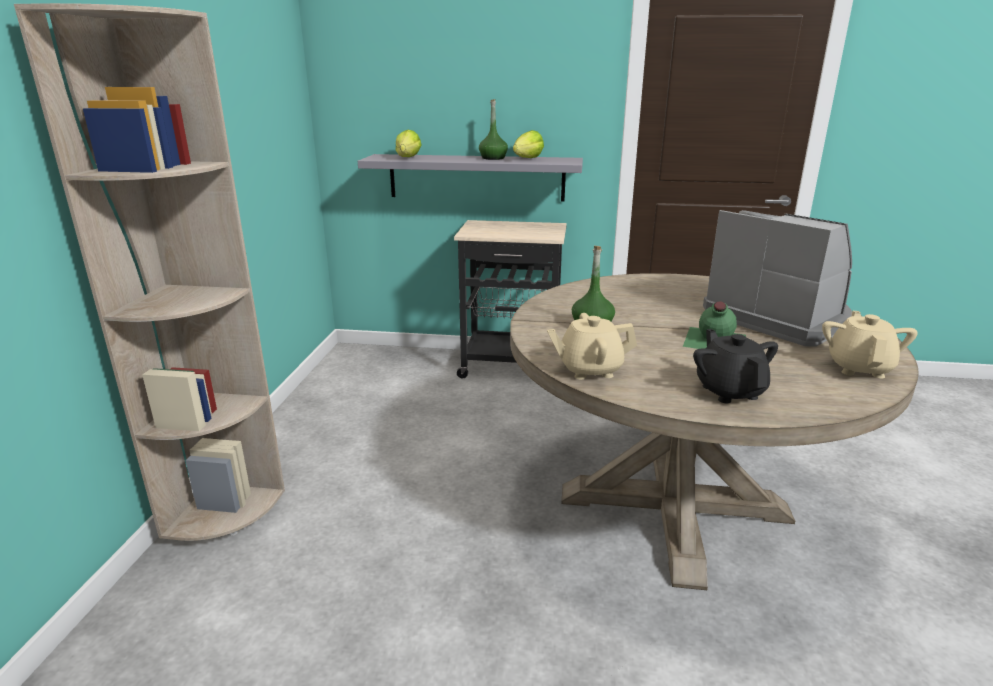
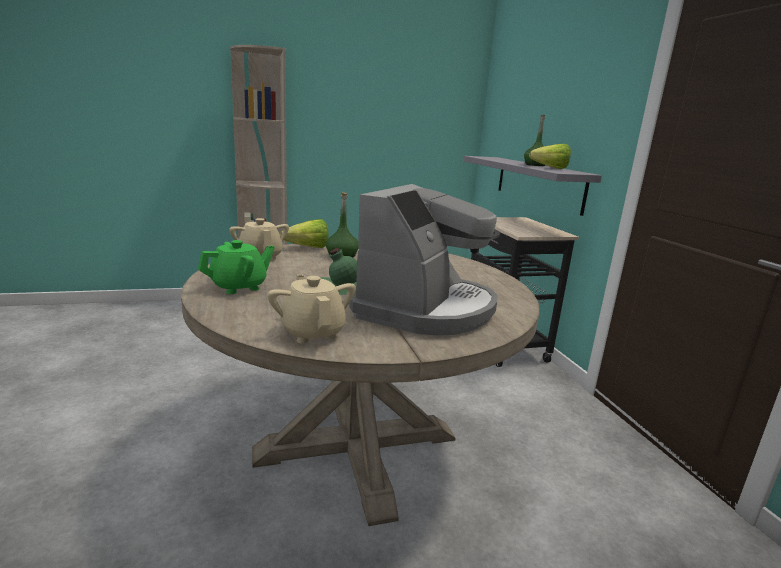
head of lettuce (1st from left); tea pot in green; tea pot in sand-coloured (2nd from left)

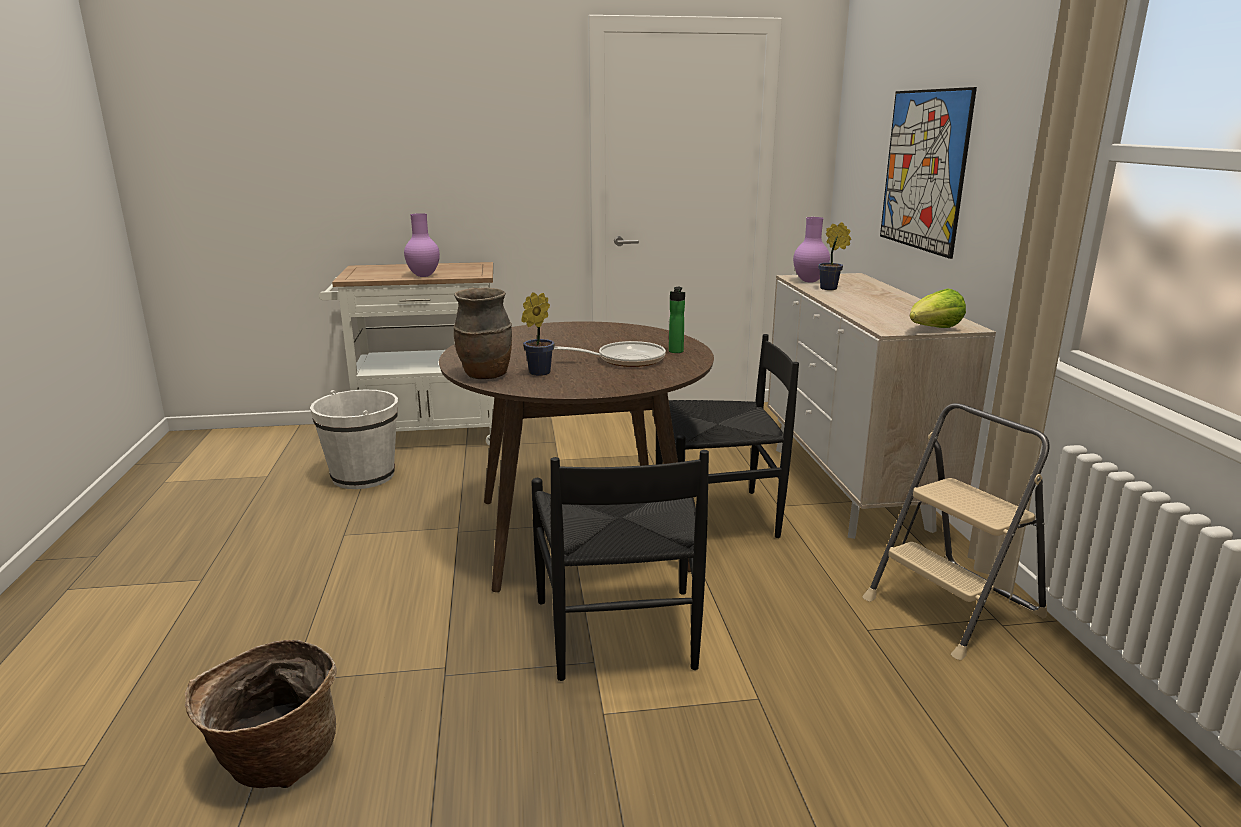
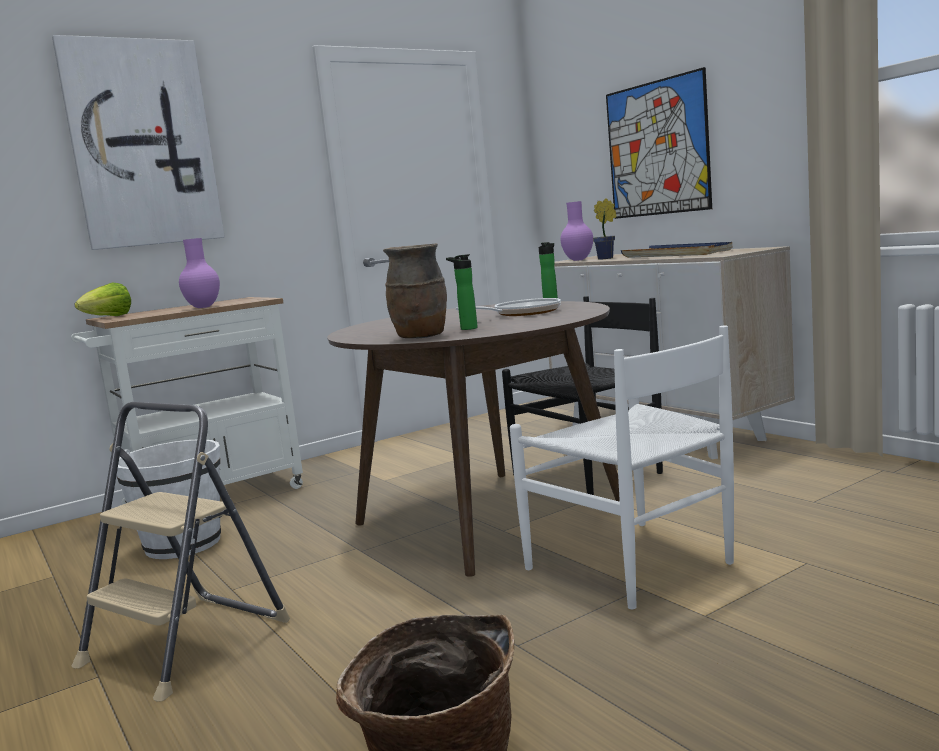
picture (1st from left); tray in bluish; step stool in sand-coloured; head of lettuce; bottle (1st from left); upright chair in white

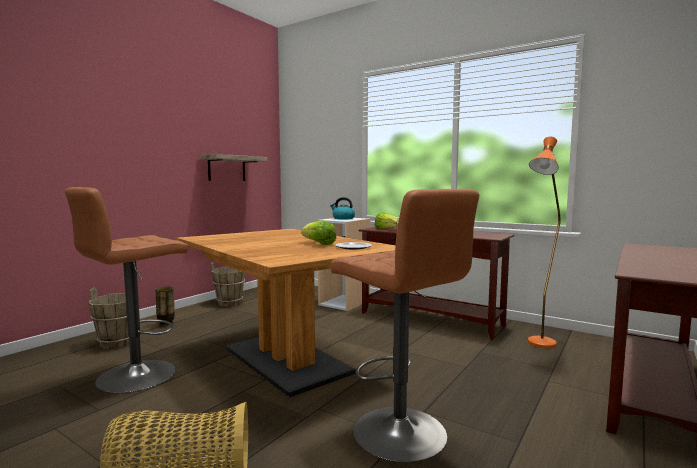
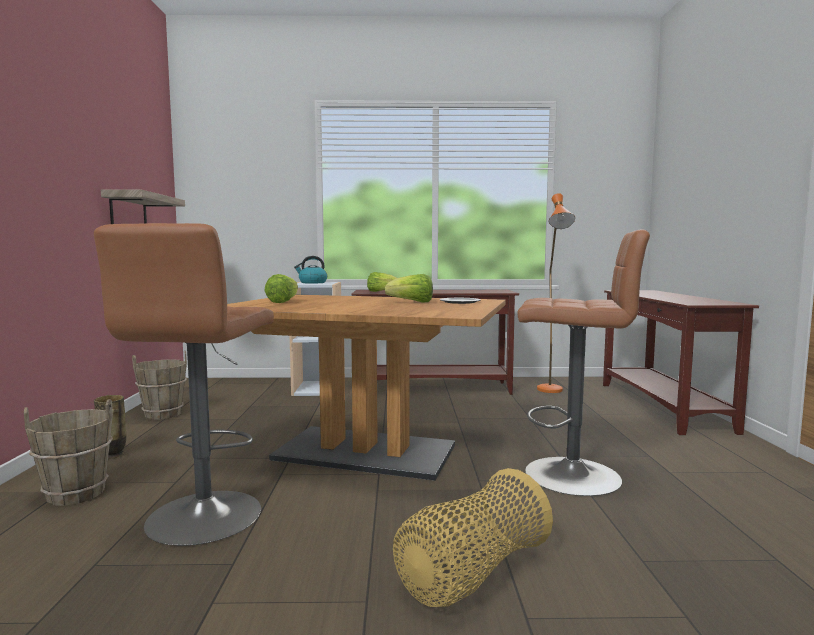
head of lettuce (1st from left)

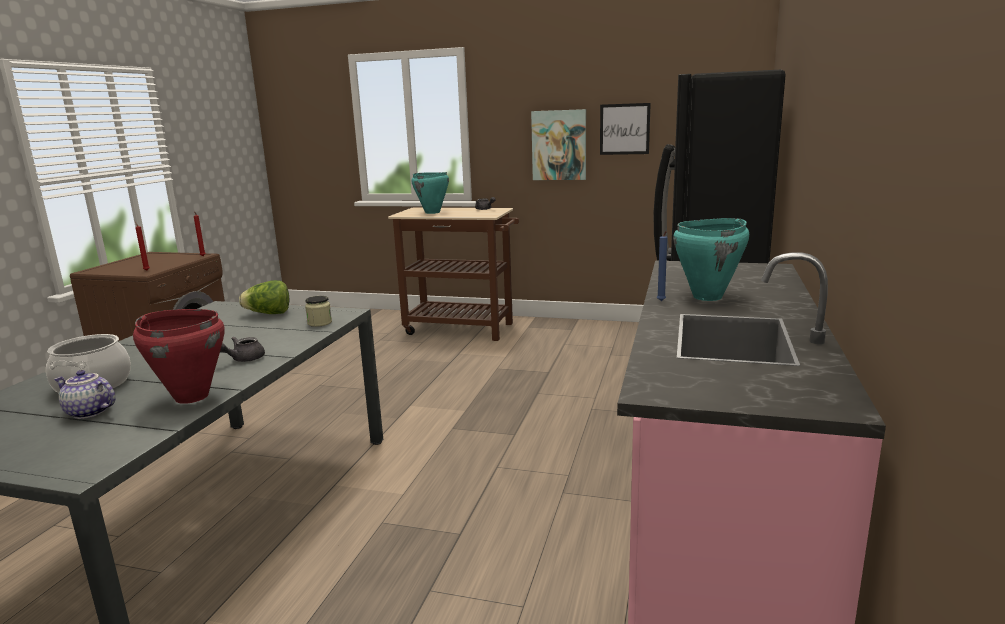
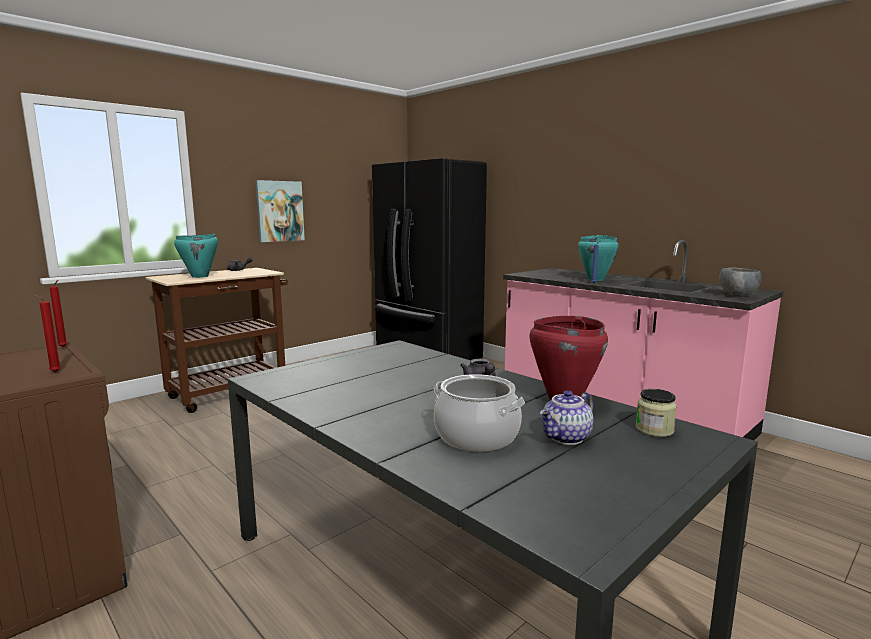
head of lettuce; picture (2nd from left in the first image); bowl in greyish; jar

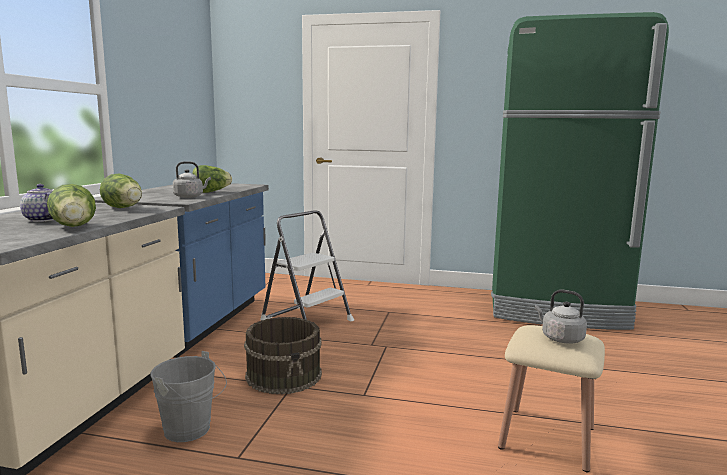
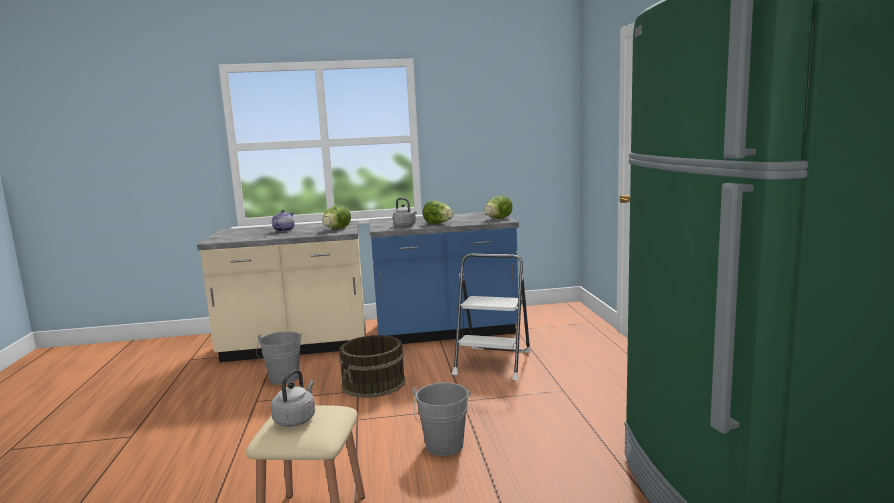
water bucket in greyish (2nd from left); head of lettuce (3rd from left)

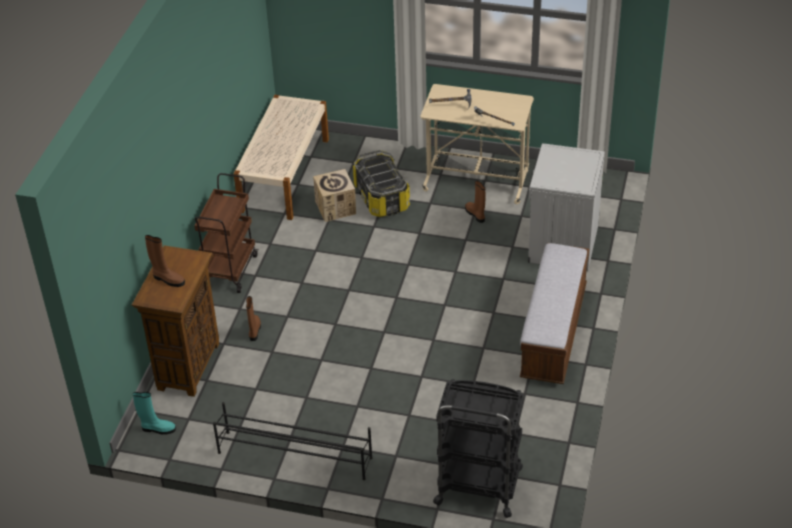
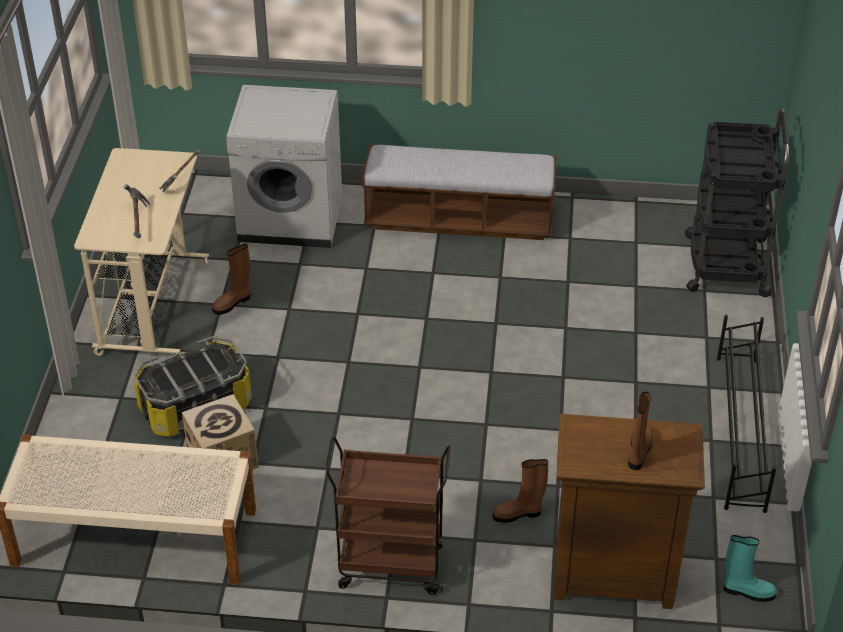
tall boot in blue-green

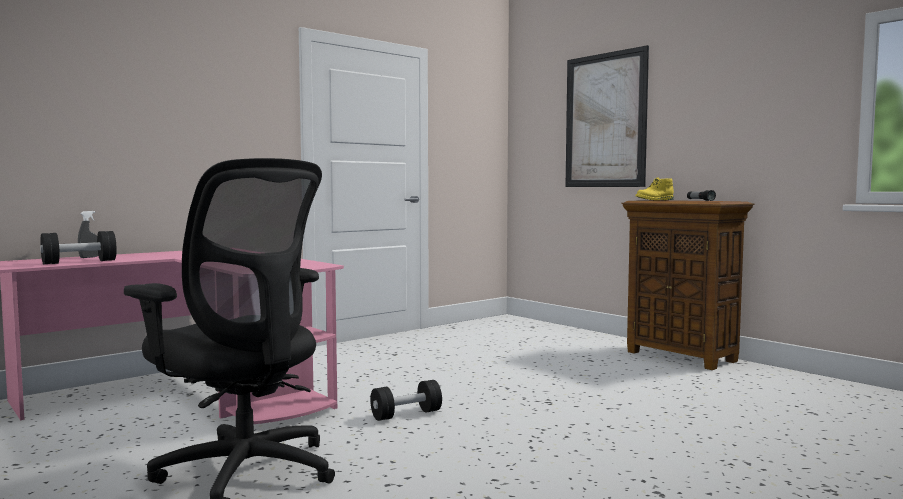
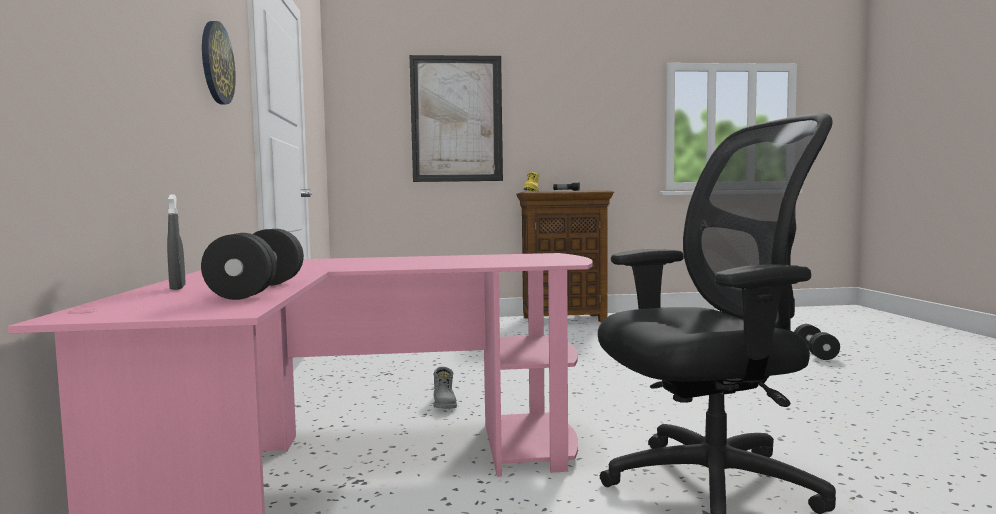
clock on the wall; tall boot in greyish; hand weight in blackish (2nd from left)

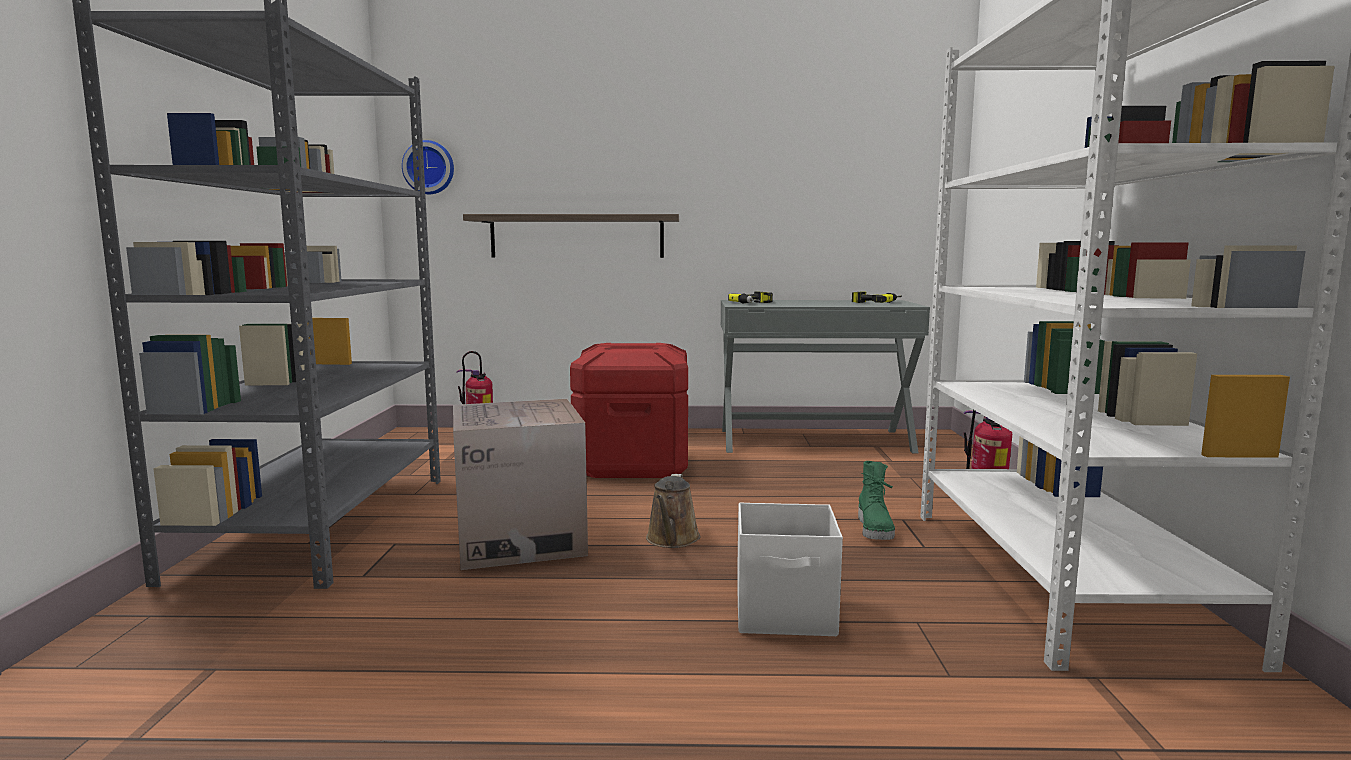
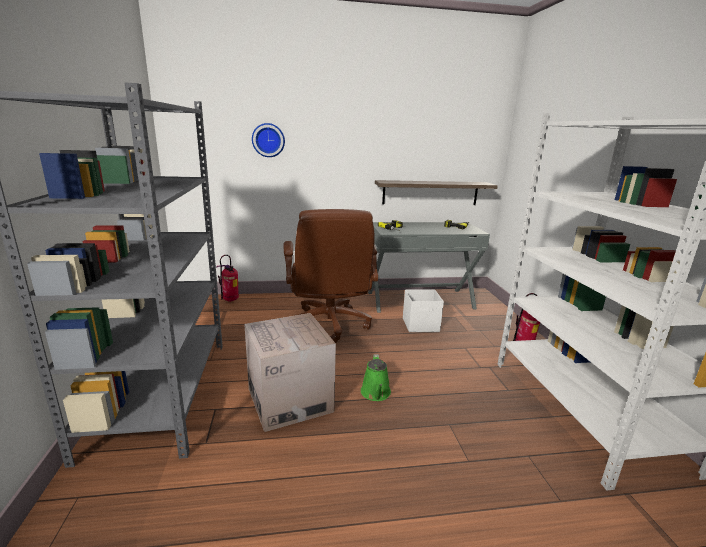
tall boot in green; clock on the wall; shelf; storage container in white; desk chair in brownish; sprinkling can in green

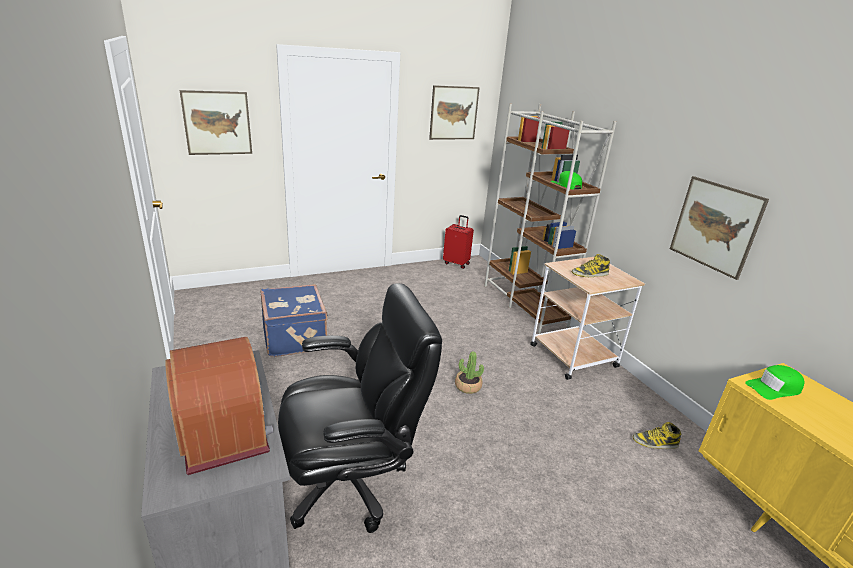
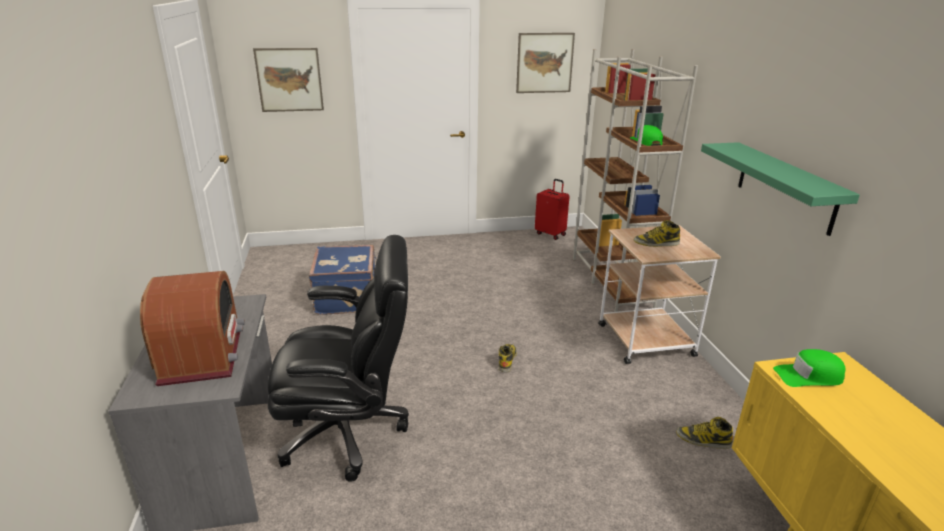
tall boot (1st from left); shelf in green

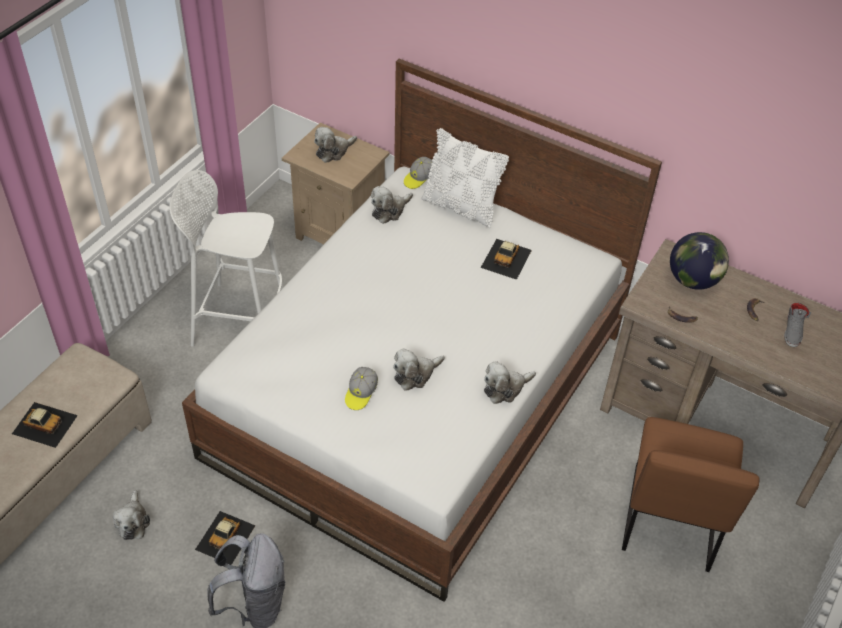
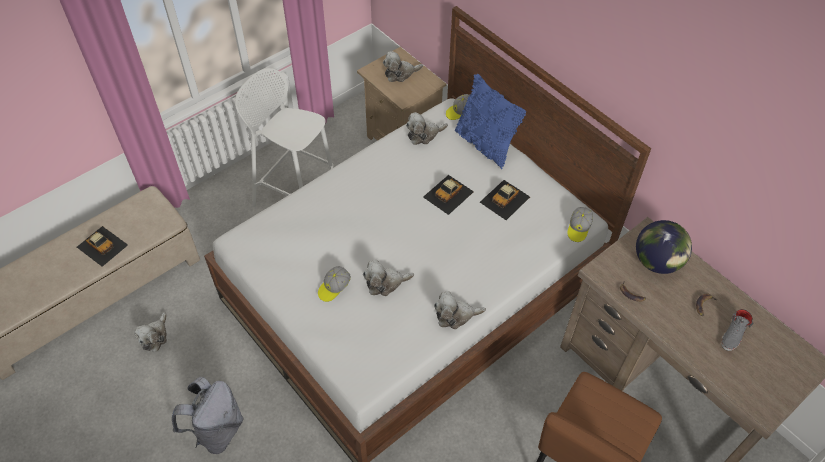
baseball cap (3rd from left); miniature car (2nd from left); pillow in bluish

